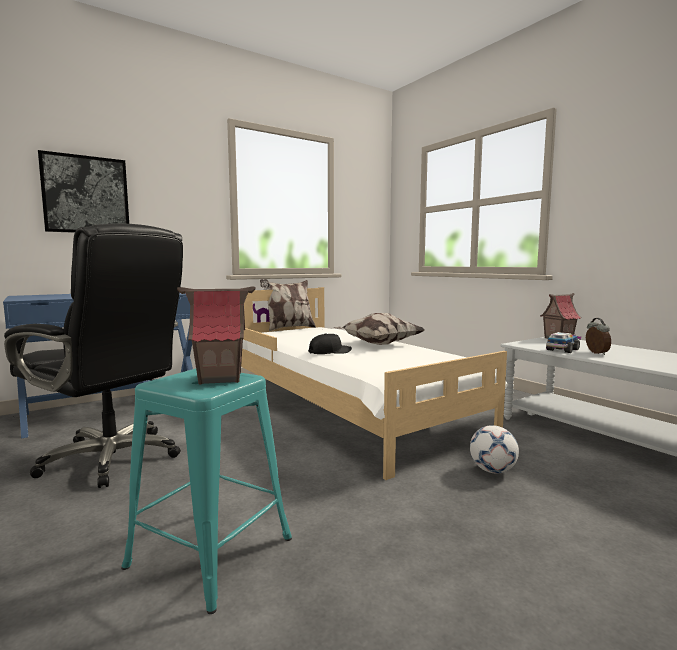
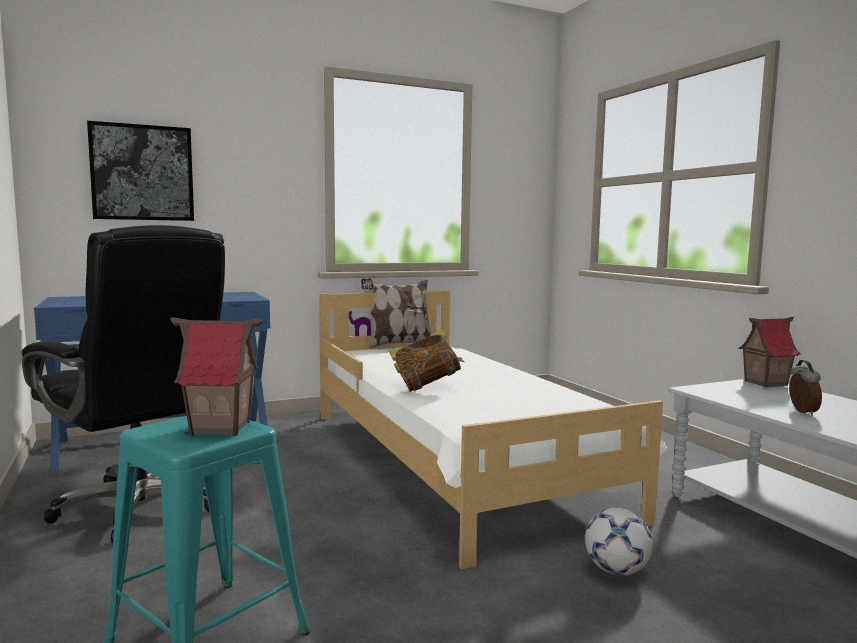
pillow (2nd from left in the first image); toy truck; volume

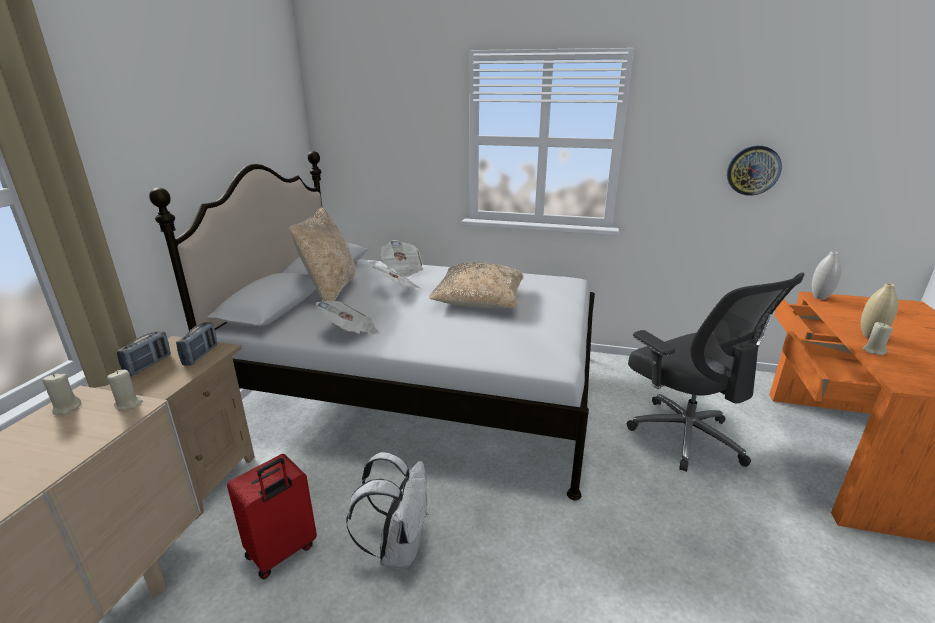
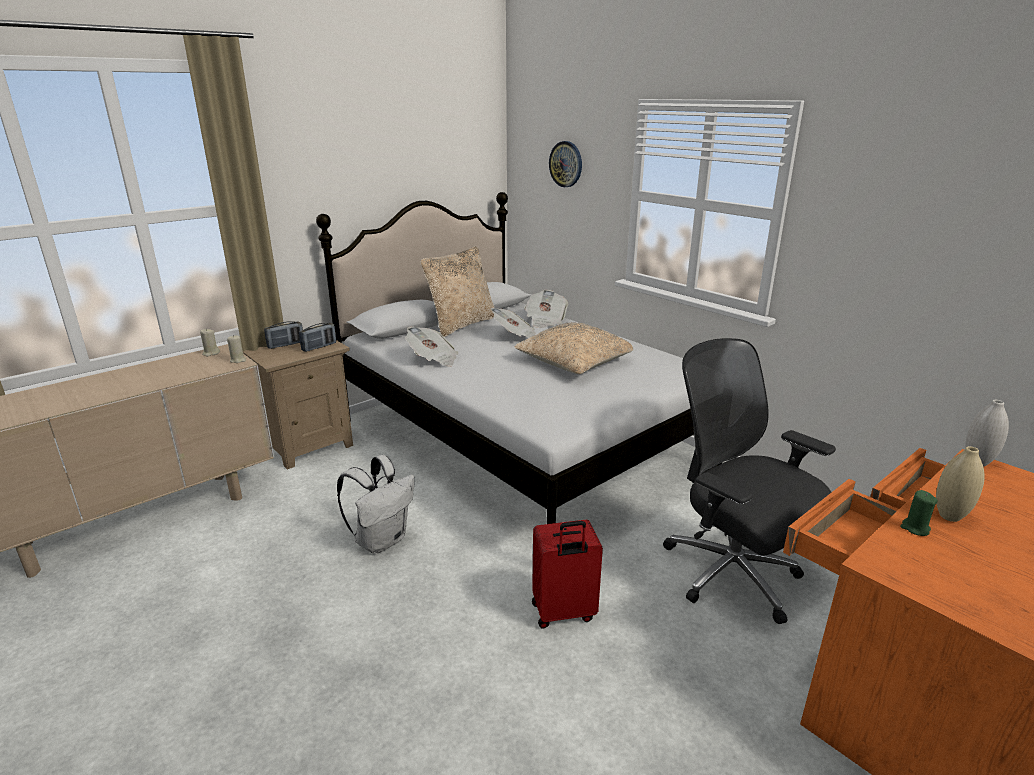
piece of luggage in red-coloured; clock on the wall; candle in green; desk chair

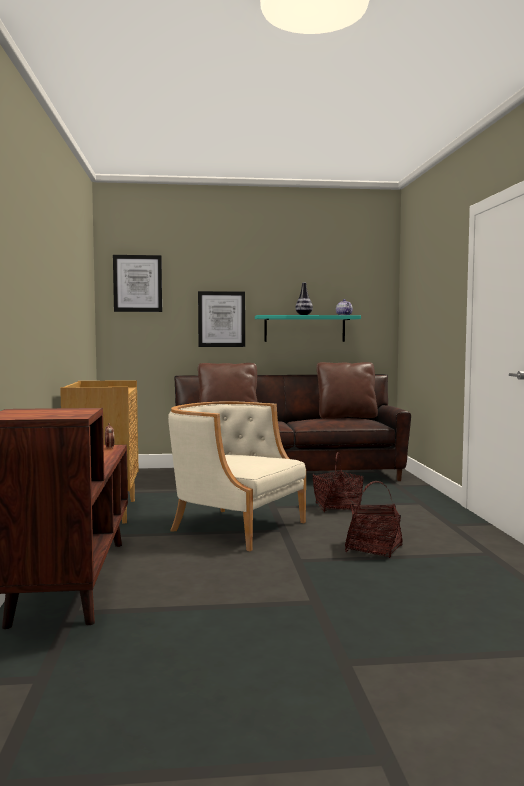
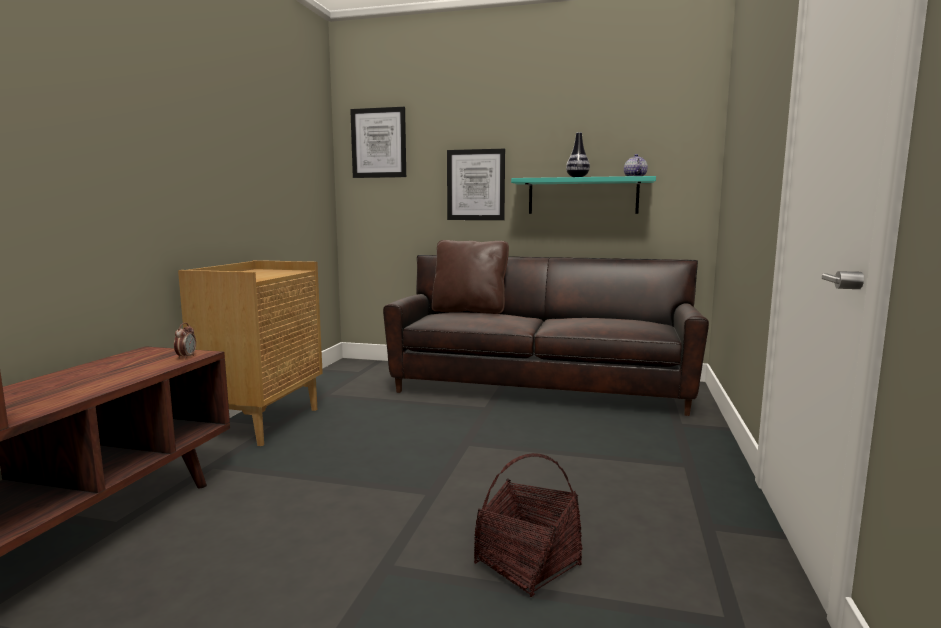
armchair in sand-coloured; basket (1st from left in the first image); pillow in brownish (2nd from left in the first image)

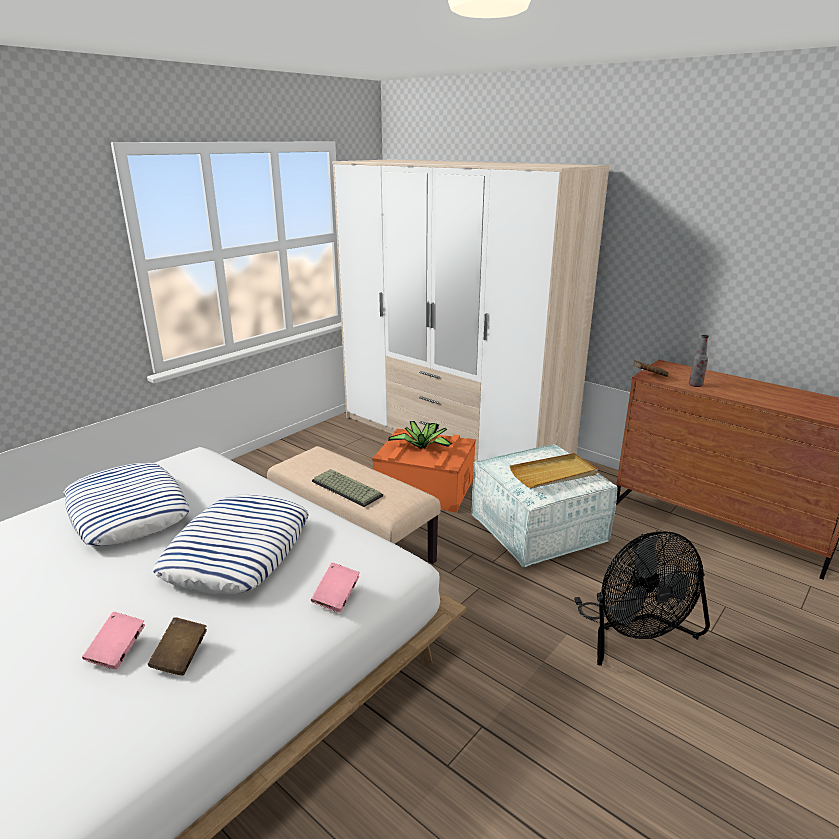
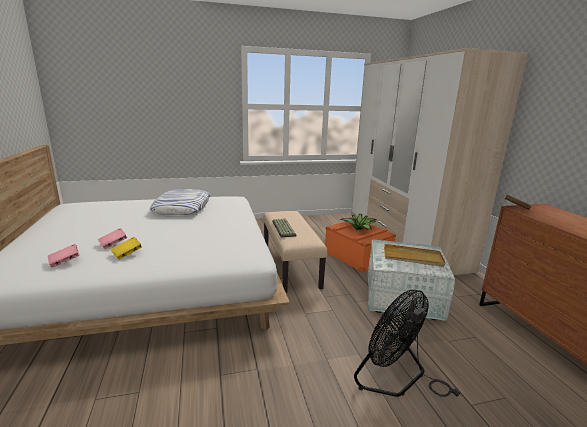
pillow (2nd from left in the first image); bottle; volume in pinkish (1st from left); volume in yellow-coloured; fan in blackish

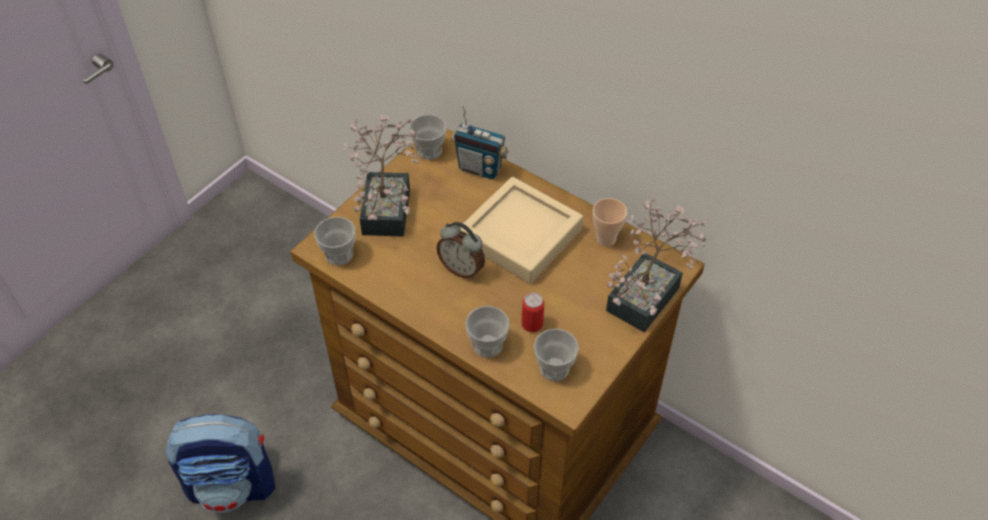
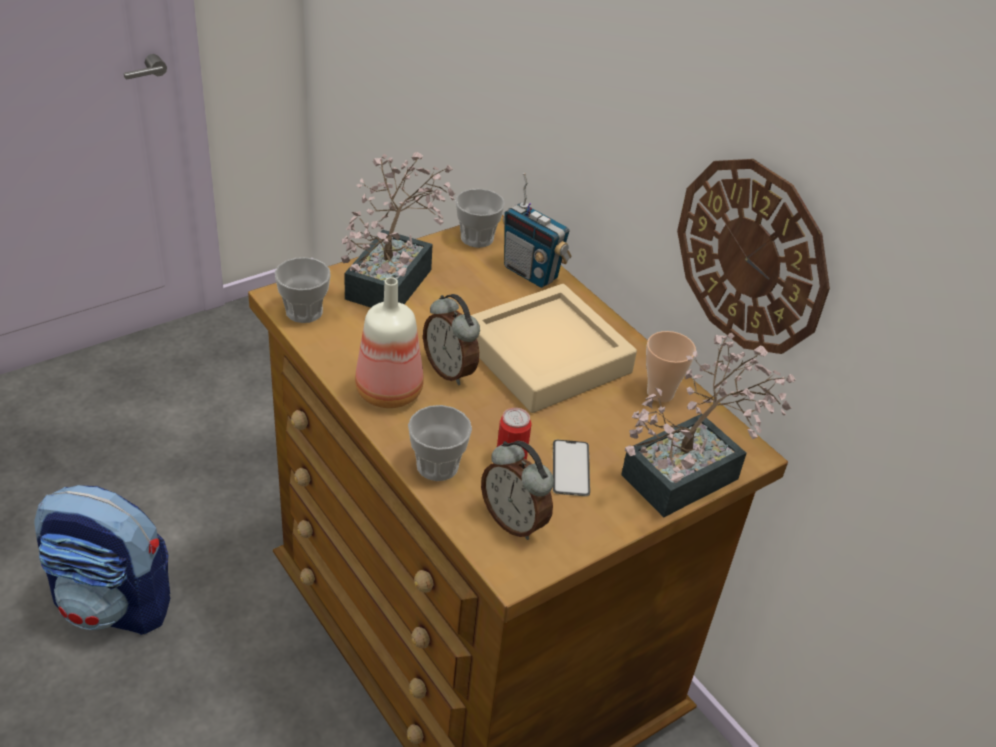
bottle; phone; clock on the wall; table clock (2nd from left)

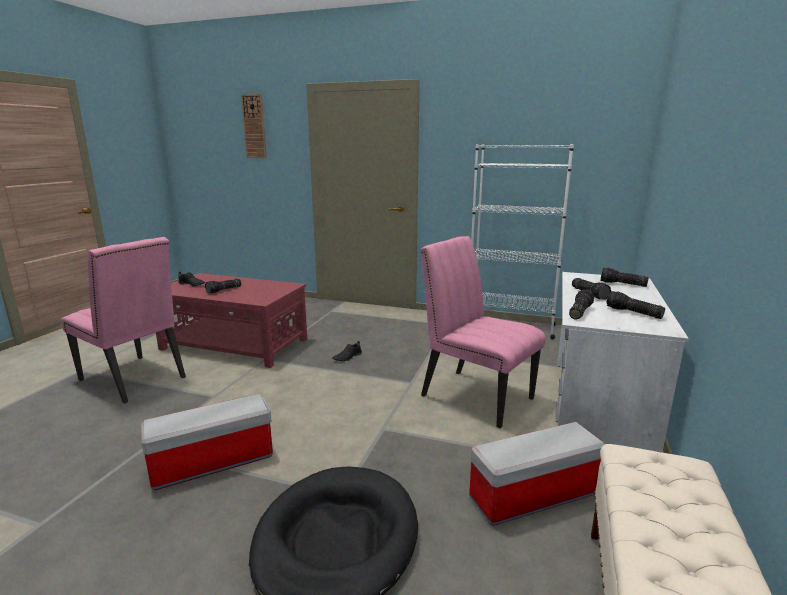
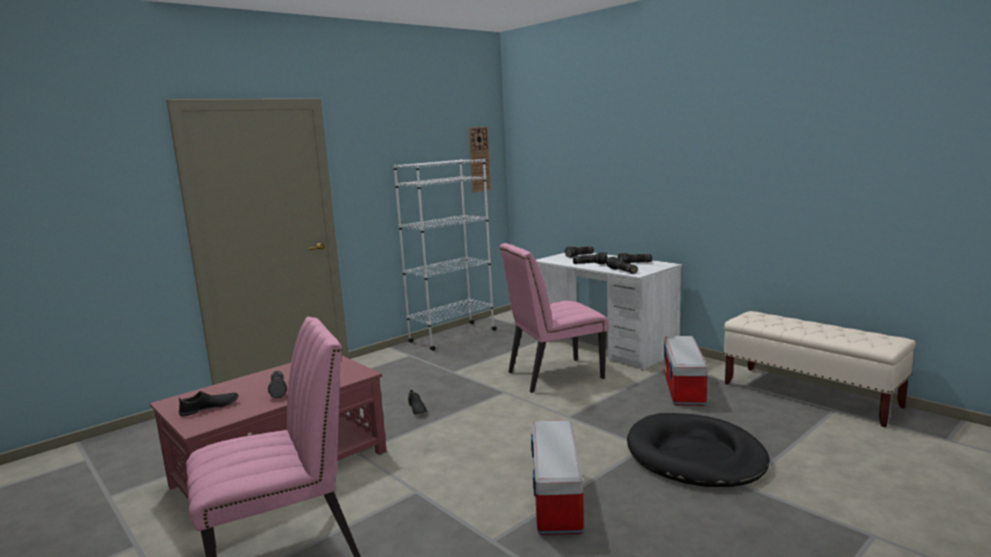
clock on the wall

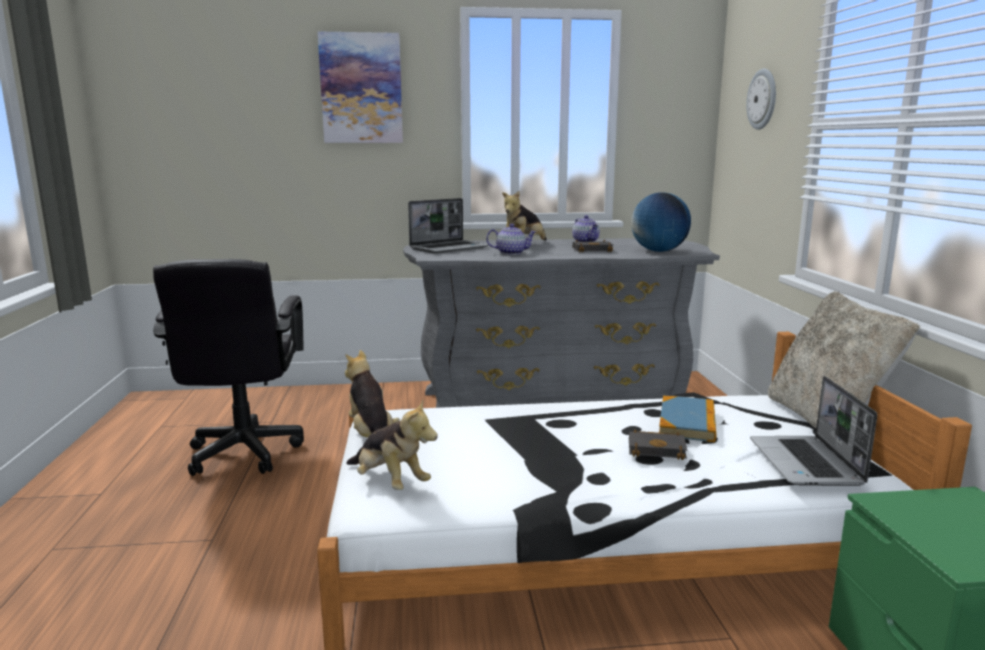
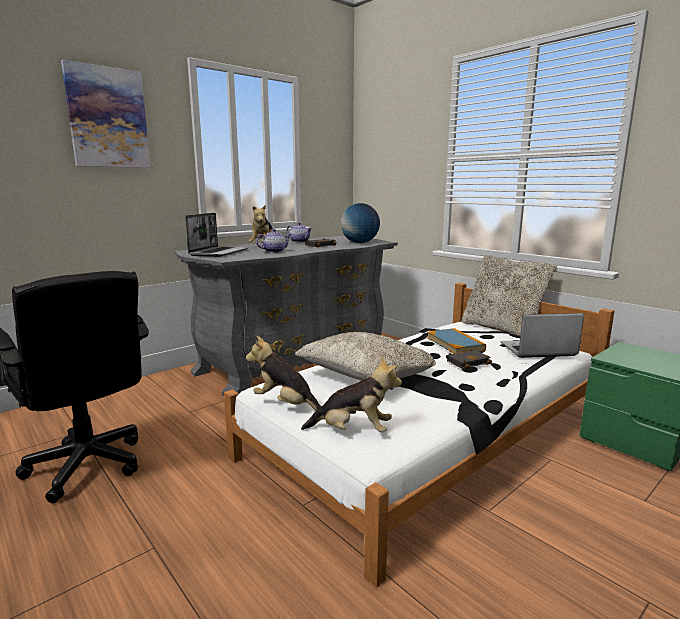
clock on the wall; pillow in sand-coloured (1st from left); laptop (2nd from left)

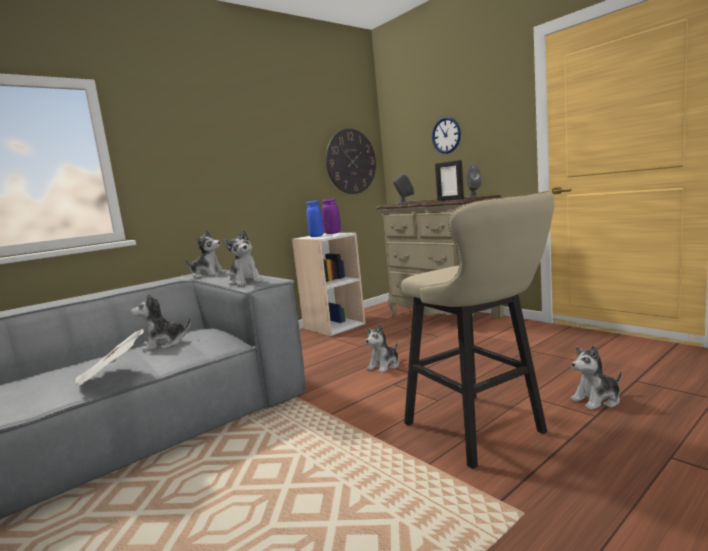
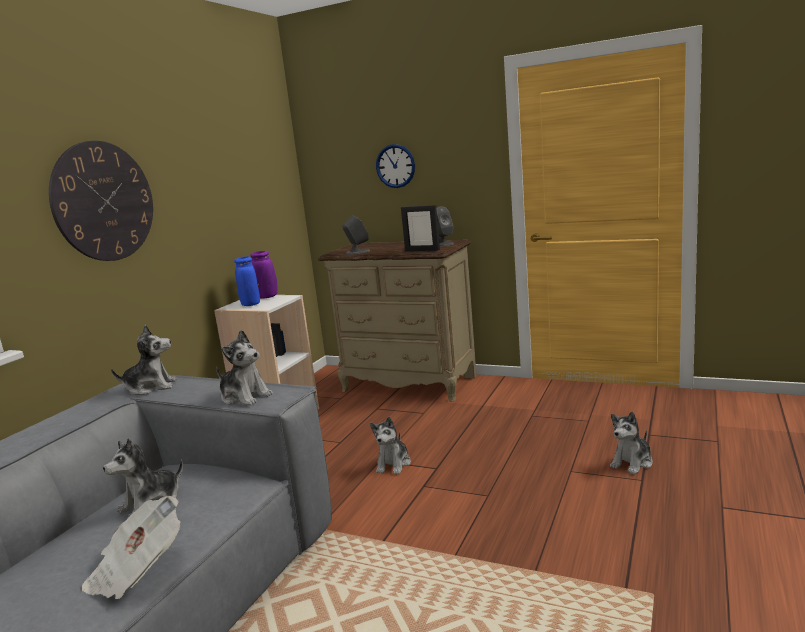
sitting stool in sand-coloured; clock on the wall (1st from left)

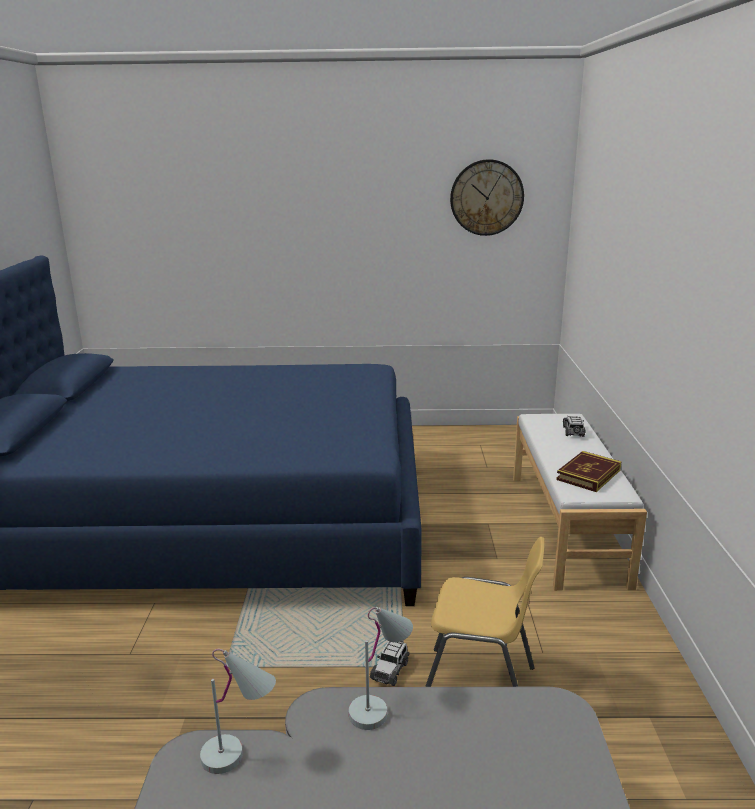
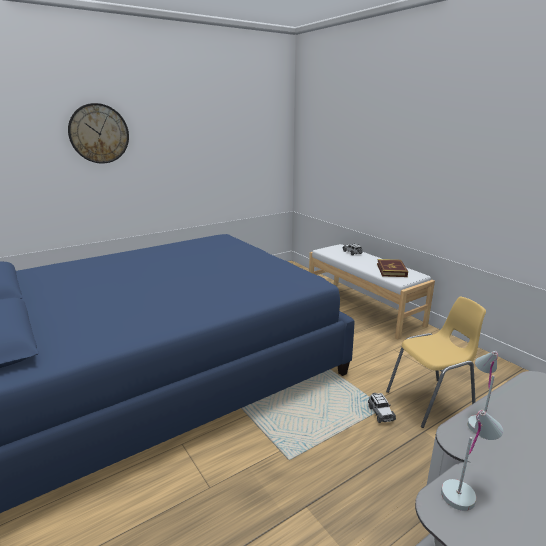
clock on the wall

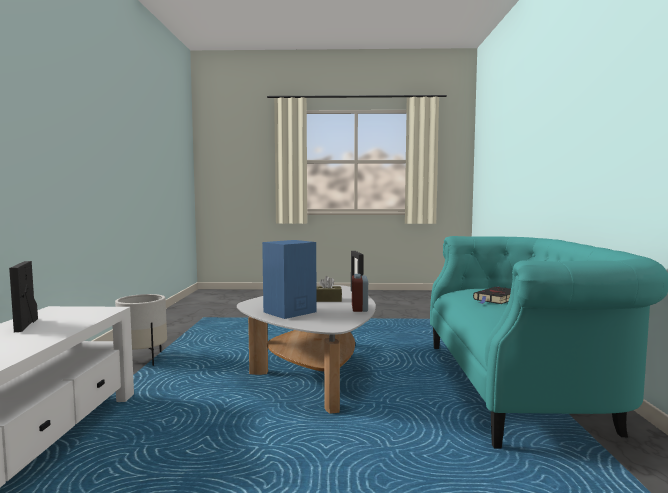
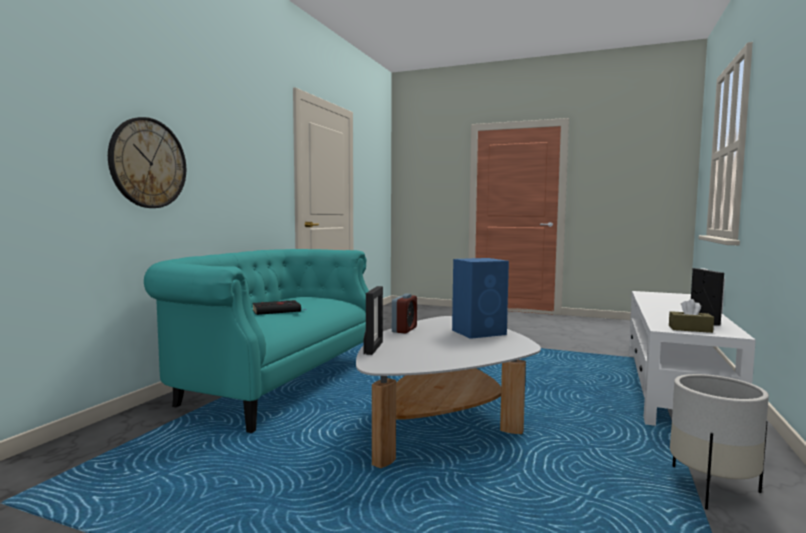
clock on the wall; tissue holder in brownish

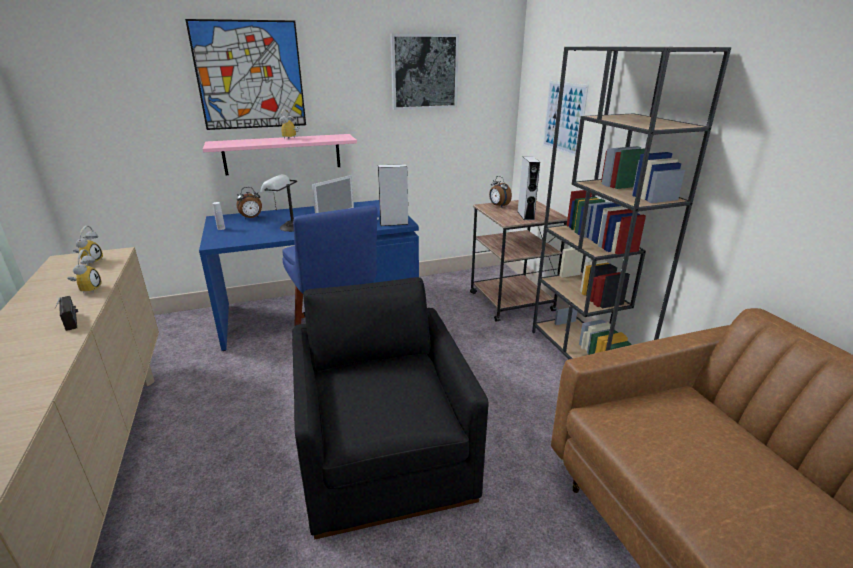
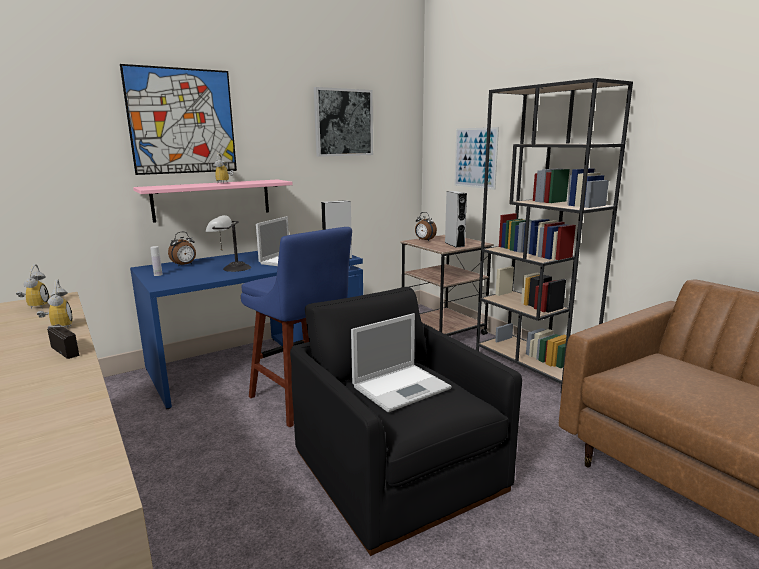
laptop (2nd from left)

